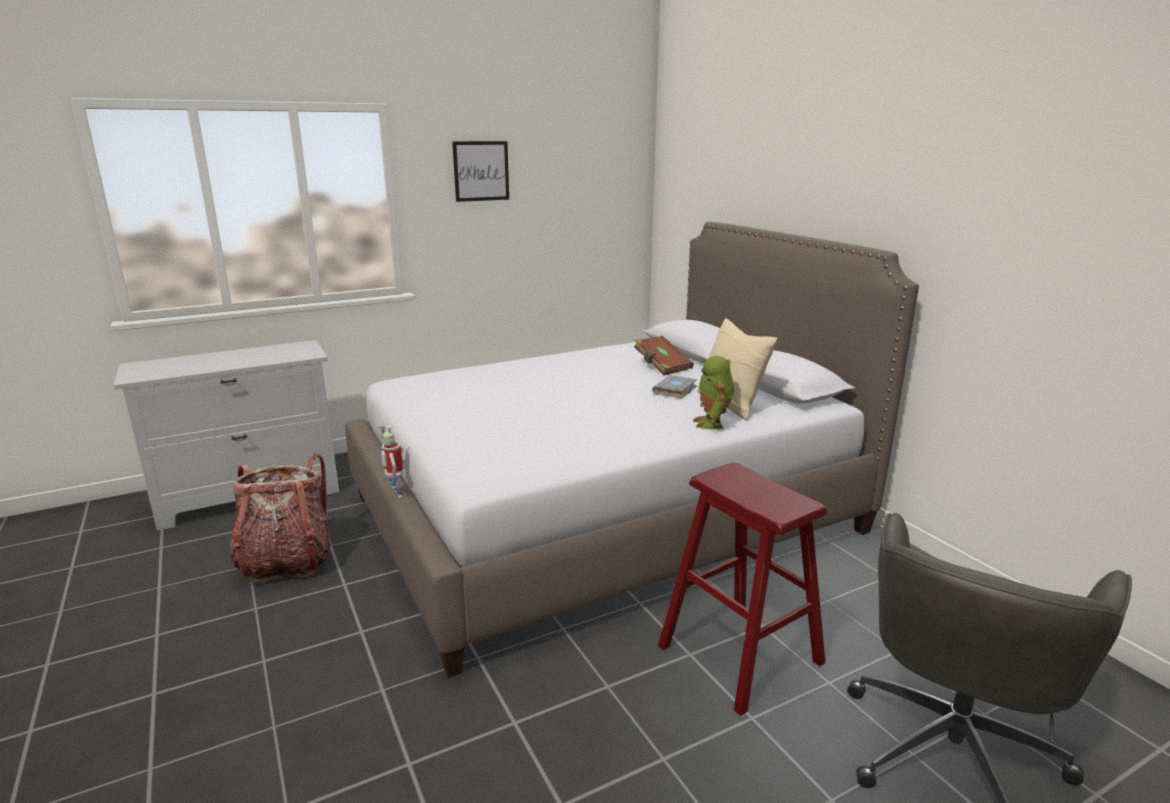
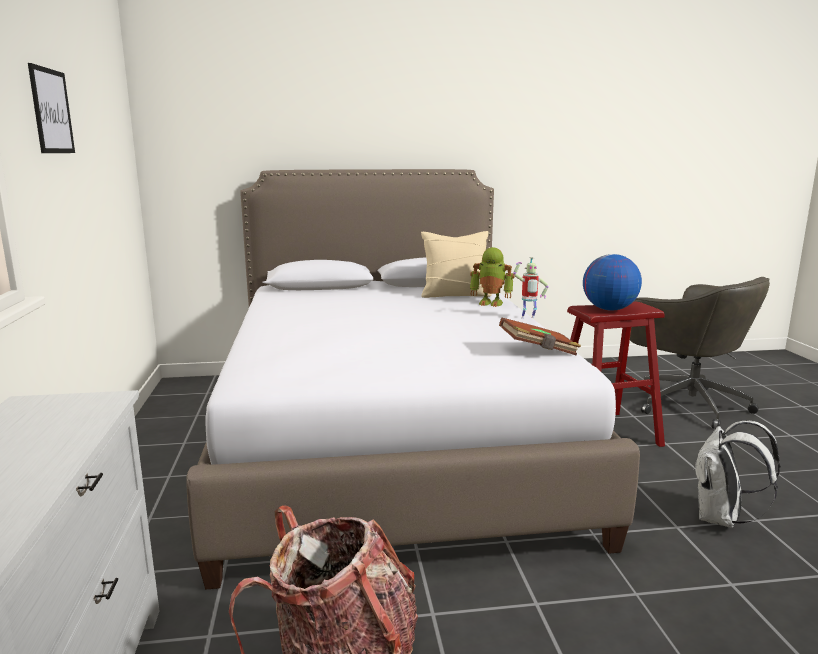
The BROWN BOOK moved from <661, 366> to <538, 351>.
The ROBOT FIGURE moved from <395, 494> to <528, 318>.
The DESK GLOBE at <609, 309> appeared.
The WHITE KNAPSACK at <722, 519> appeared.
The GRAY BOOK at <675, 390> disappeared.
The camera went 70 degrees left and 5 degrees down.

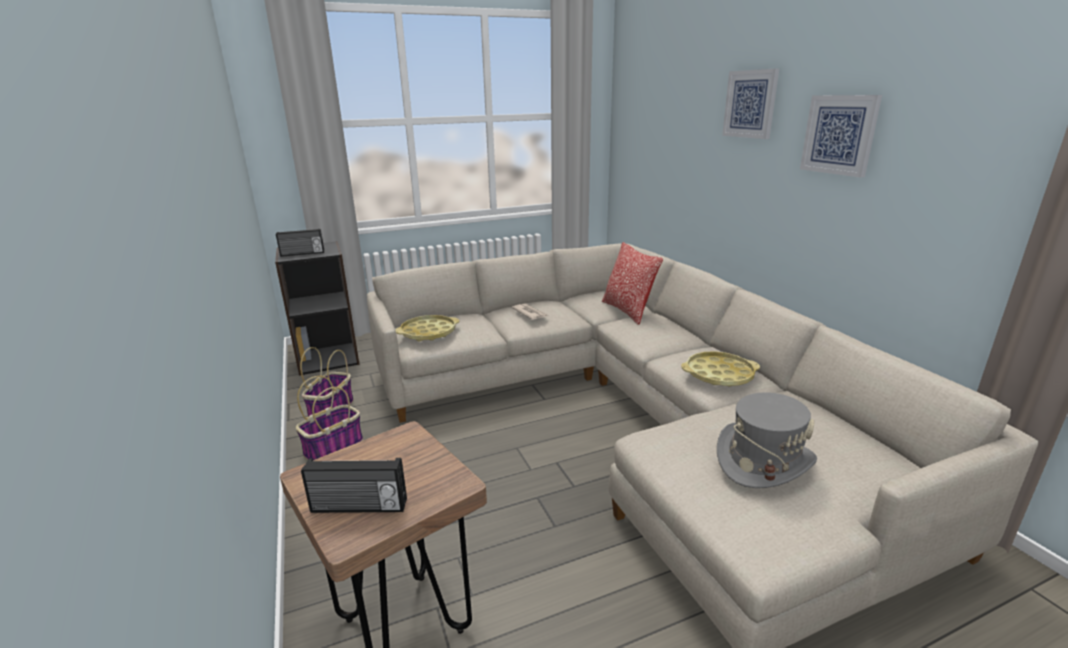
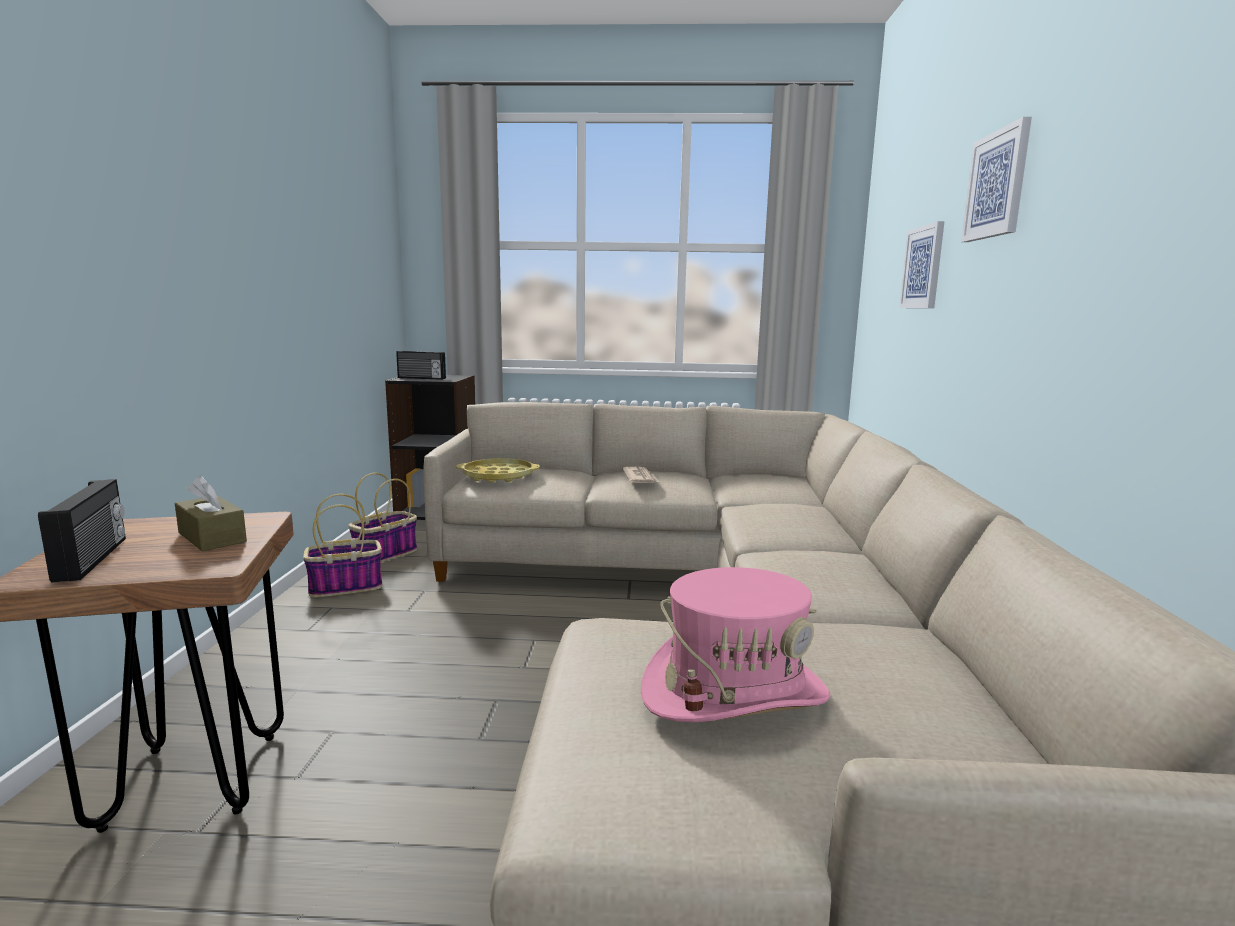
The RADIO RECEIVER at <359, 507> turned 135 degrees counterclockwise.
The BROWN TISSUE BOX at <212, 537> appeared.
The GRAY CLOTHING HAT at <763, 461> became the PINK-COLOURED CLOTHING HAT at <734, 692>.
The PICTURE moved from <839, 135> to <923, 267>.
The PILLOW at <628, 311> disappeared.
The YELLOW CARRYING TRAY at <719, 374> disappeared.
The camera went 25 degrees right and 10 degrees down.

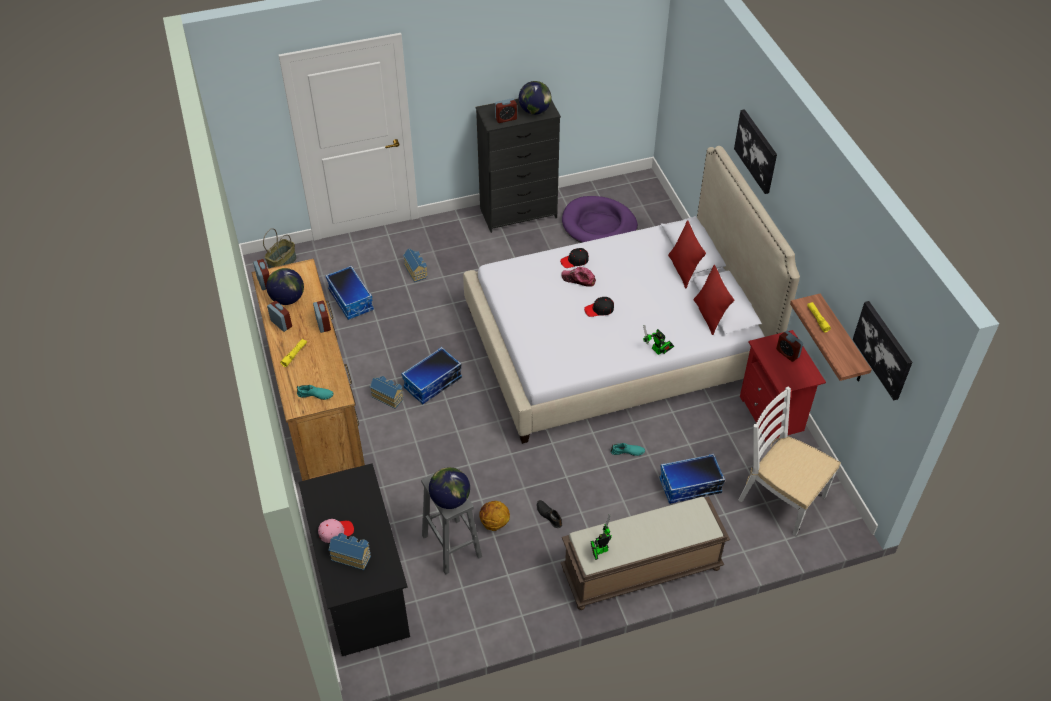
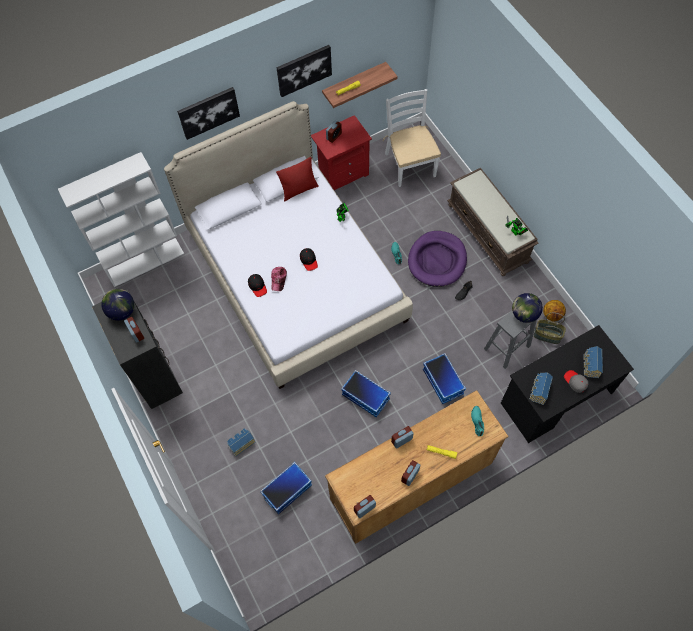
The WHITE SHELVING UNIT at <145, 262> appeared.
The PICTURE moved from <883, 349> to <304, 70>.
The WHITE PLAIN CHAIR at <781, 498> turned 135 degrees clockwise.
The PURPLISH DOG CUSHION moved from <599, 225> to <437, 260>.
The STORAGE BOX moved from <690, 486> to <443, 382>.
The MODEL HOUSE moved from <388, 396> to <538, 391>.
The STORAGE BASKET moved from <282, 263> to <547, 335>.
The BASKETBALL moved from <494, 523> to <552, 315>.
The PINK-COLOURED PEAKED CAP at <336, 531> became the GRAY PEAKED CAP at <575, 382>.
The DESK GLOBE at <288, 299> disappeared.
The RED-COLOURED PILLOW at <683, 270> disappeared.
The camera went 100 degrees left and 15 degrees up.

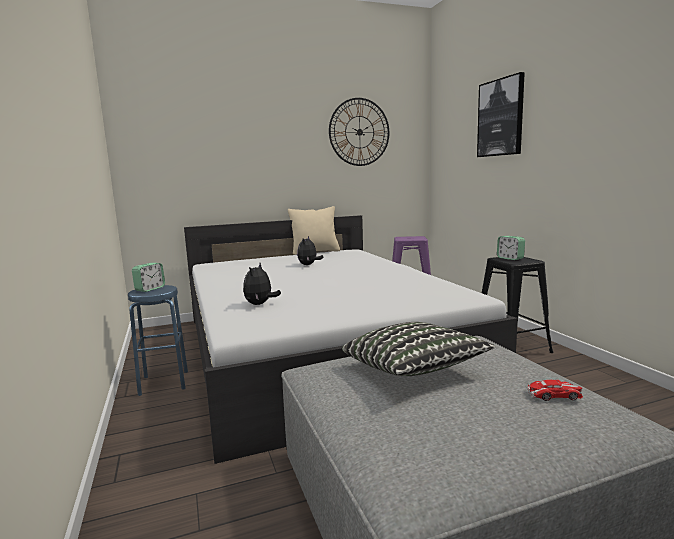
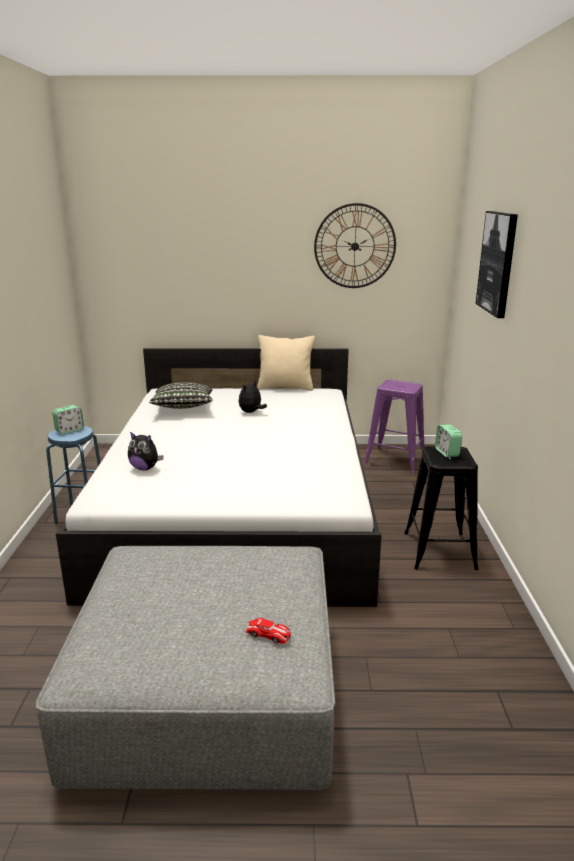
The CUDDLY TOY at <260, 304> turned 105 degrees counterclockwise.
The PILLOW moved from <413, 370> to <183, 408>.
The camera went 20 degrees right and 10 degrees up.

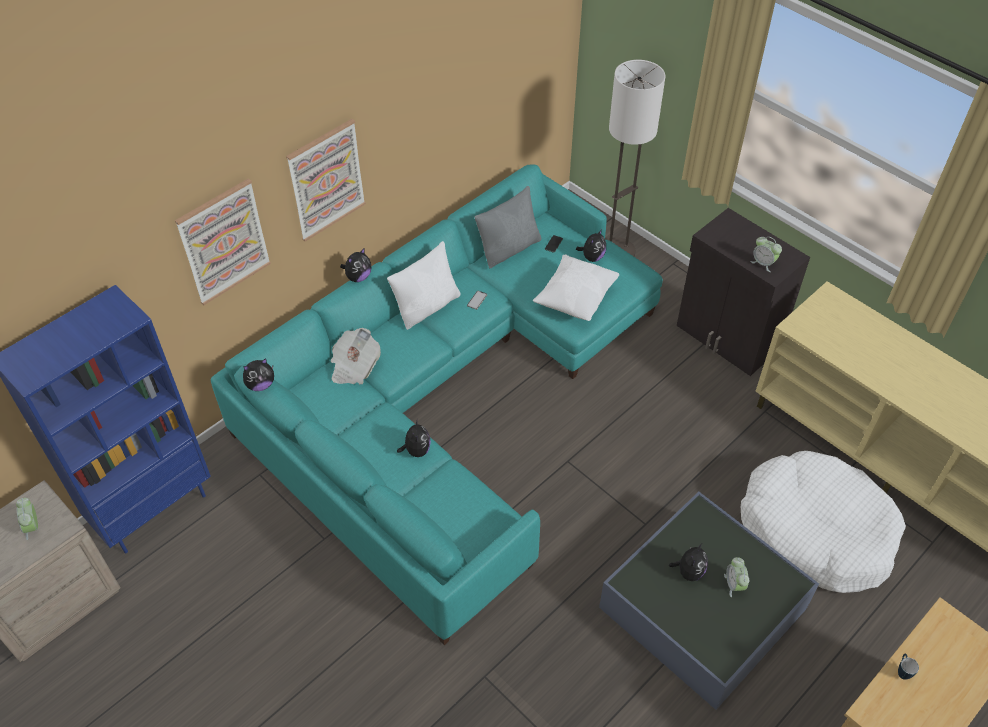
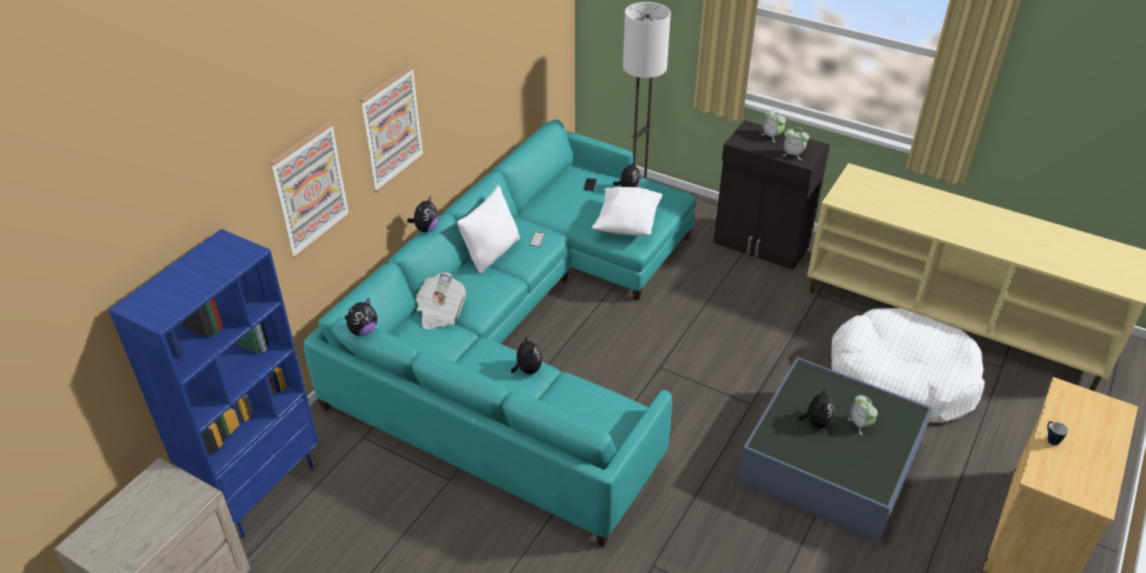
The BEDSIDE CLOCK moved from <33, 526> to <771, 136>.
The GRAY PILLOW at <509, 248> disappeared.
The camera went 15 degrees left and 10 degrees down.

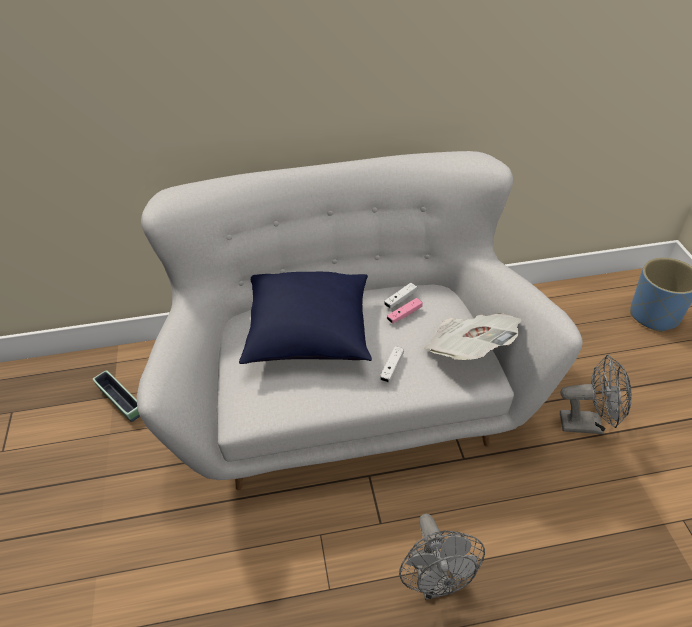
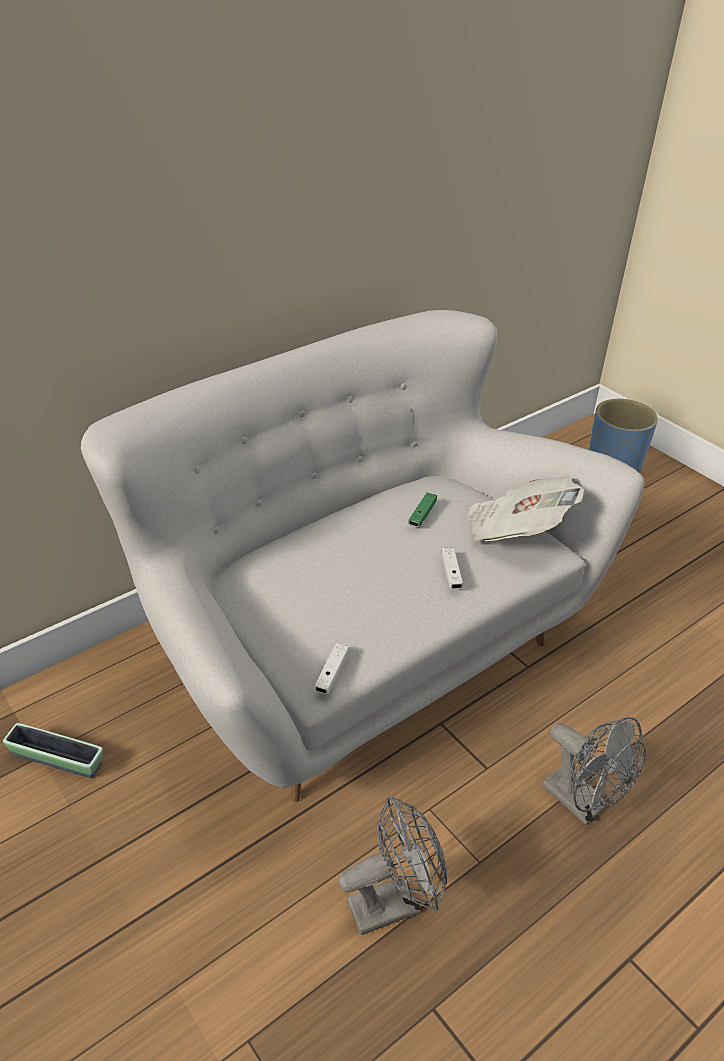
The WHITE JOYPAD moved from <400, 299> to <332, 673>.
The GRAY COOLING FAN moved from <588, 423> to <393, 903>.
The PINK-COLOURED JOYPAD at <404, 314> became the GREEN-COLOURED JOYPAD at <422, 515>.
The BLUE PILLOW at <308, 335> disappeared.
The camera went 30 degrees left and 5 degrees down.

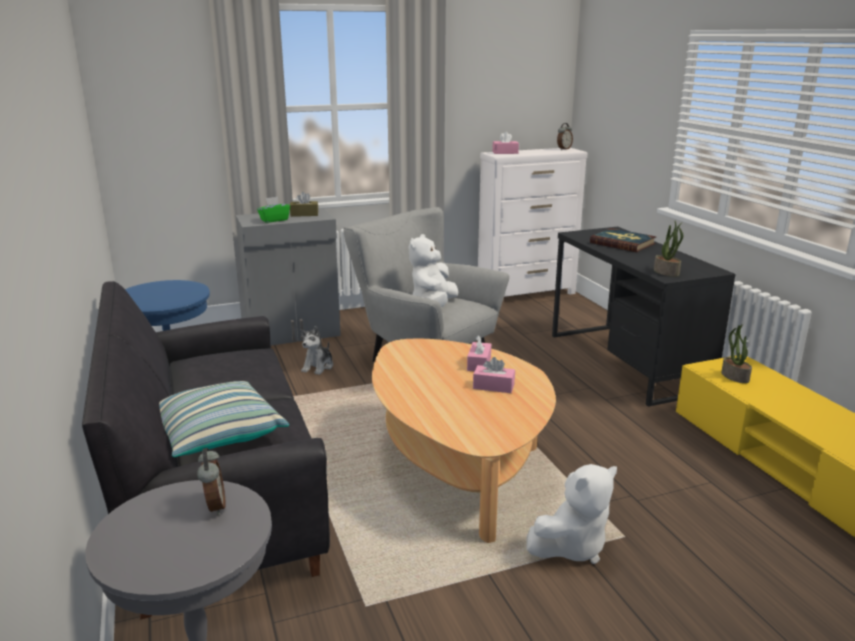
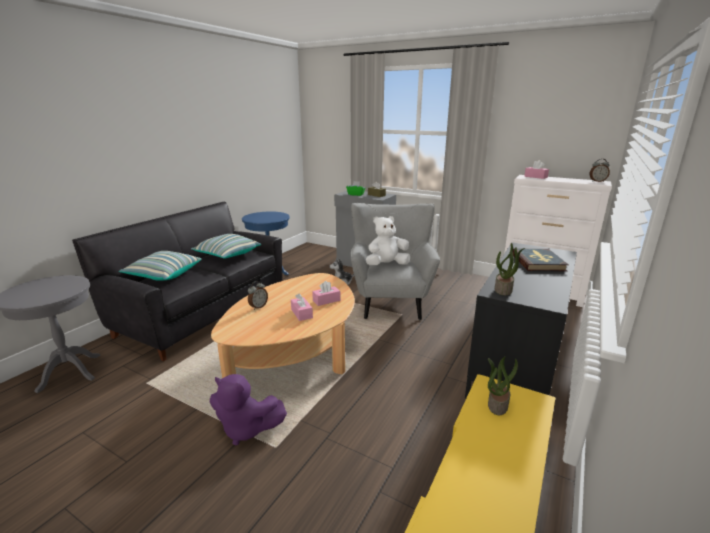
The PILLOW at <227, 255> appeared.
The WHITE CUDDLY TOY at <571, 547> became the PURPLISH CUDDLY TOY at <246, 429>.
The BEDSIDE CLOCK moved from <214, 506> to <258, 307>.
The camera went 50 degrees right and 0 degrees up.

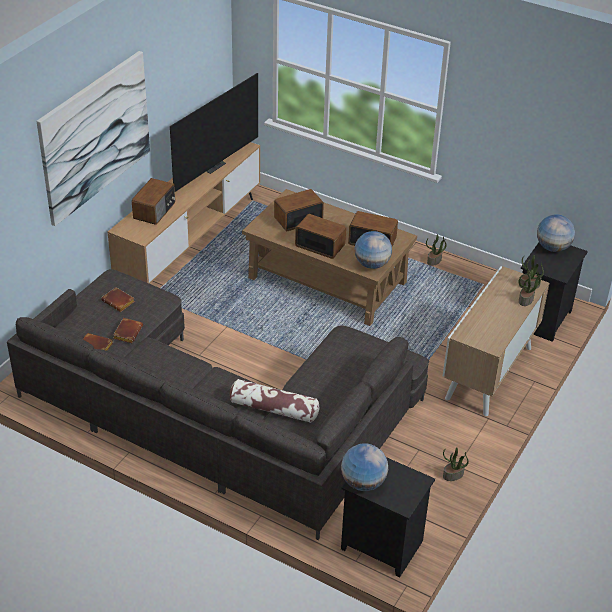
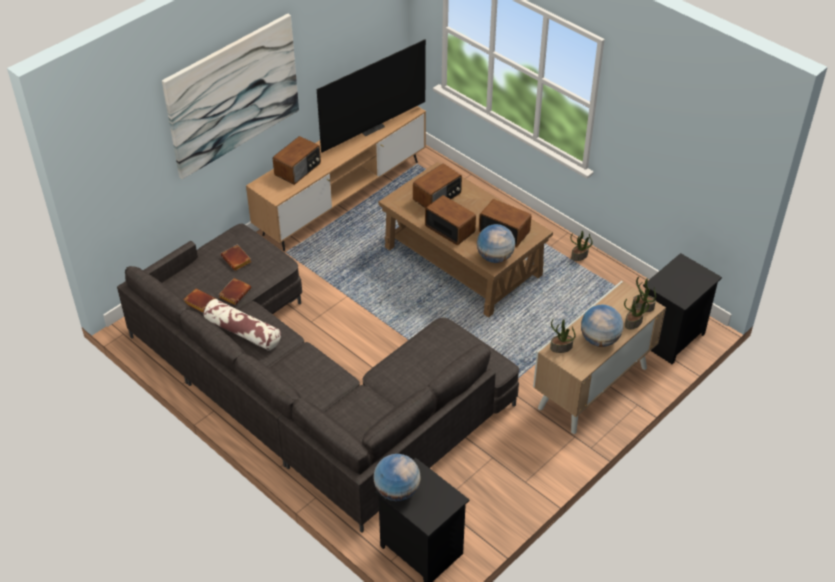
The PILLOW moved from <274, 409> to <242, 332>.
The RADIO RECEIVER at <298, 219> turned 150 degrees clockwise.
The HOUSEPLANT moved from <453, 475> to <561, 347>.
The DESK GLOBE moved from <553, 248> to <600, 339>.
The camera went 15 degrees right and 5 degrees up.

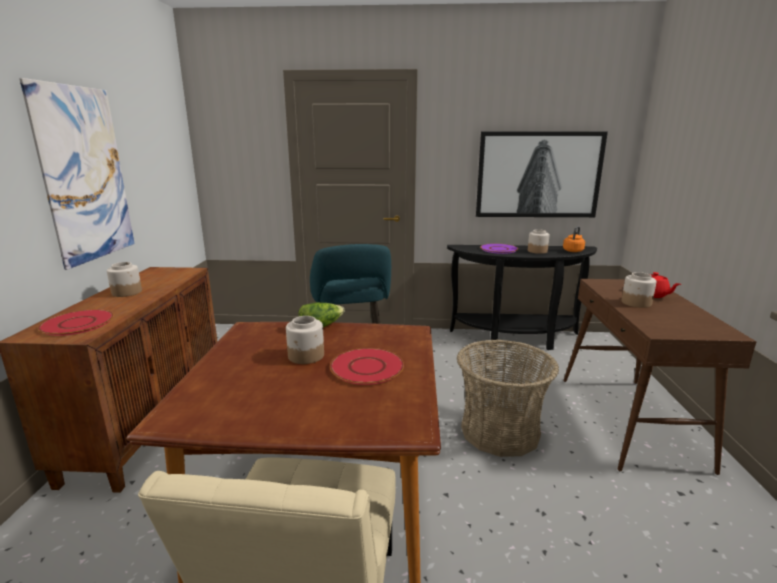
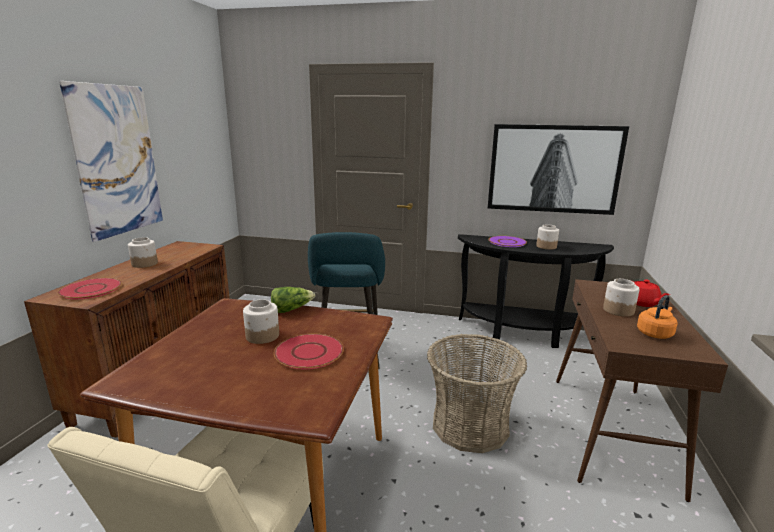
The ORANGEY WATER KETTLE moved from <573, 250> to <655, 333>.
The camera went 10 degrees right and 0 degrees up.

